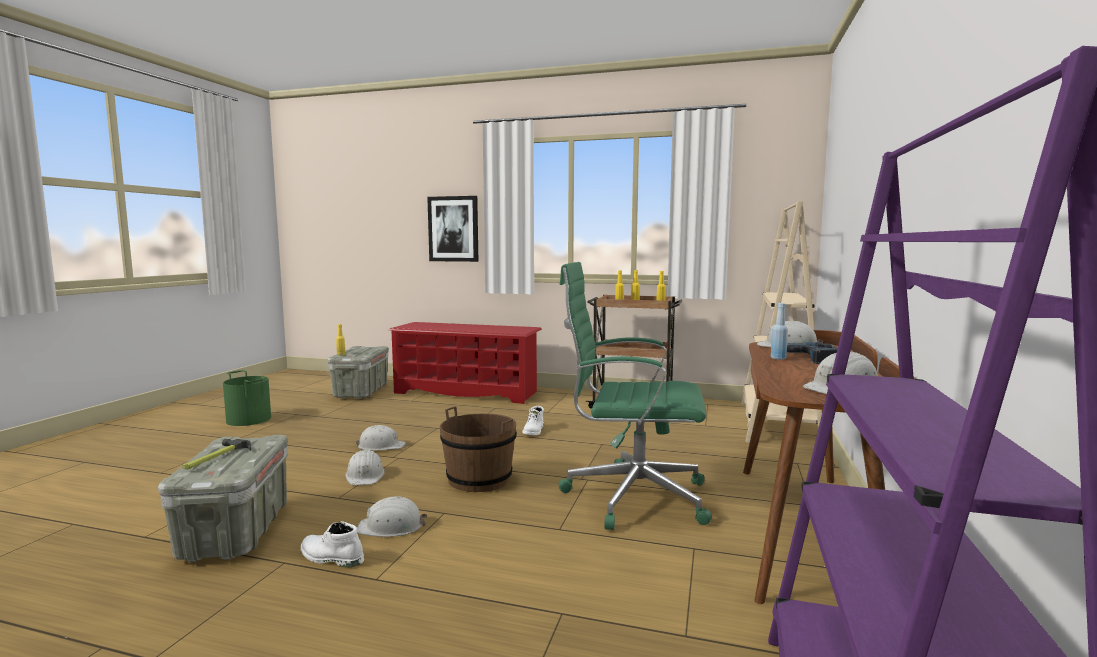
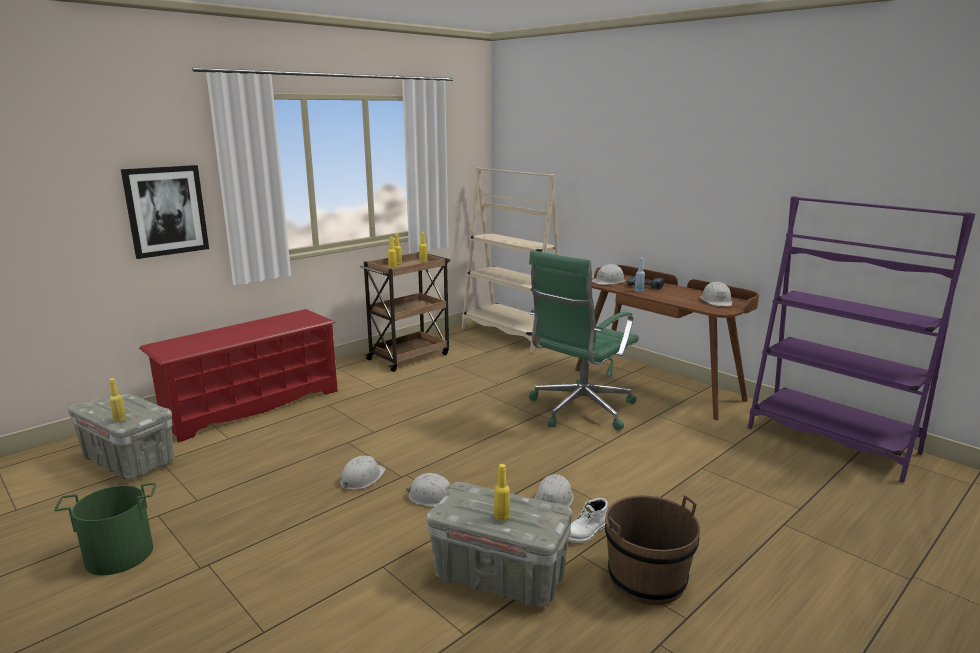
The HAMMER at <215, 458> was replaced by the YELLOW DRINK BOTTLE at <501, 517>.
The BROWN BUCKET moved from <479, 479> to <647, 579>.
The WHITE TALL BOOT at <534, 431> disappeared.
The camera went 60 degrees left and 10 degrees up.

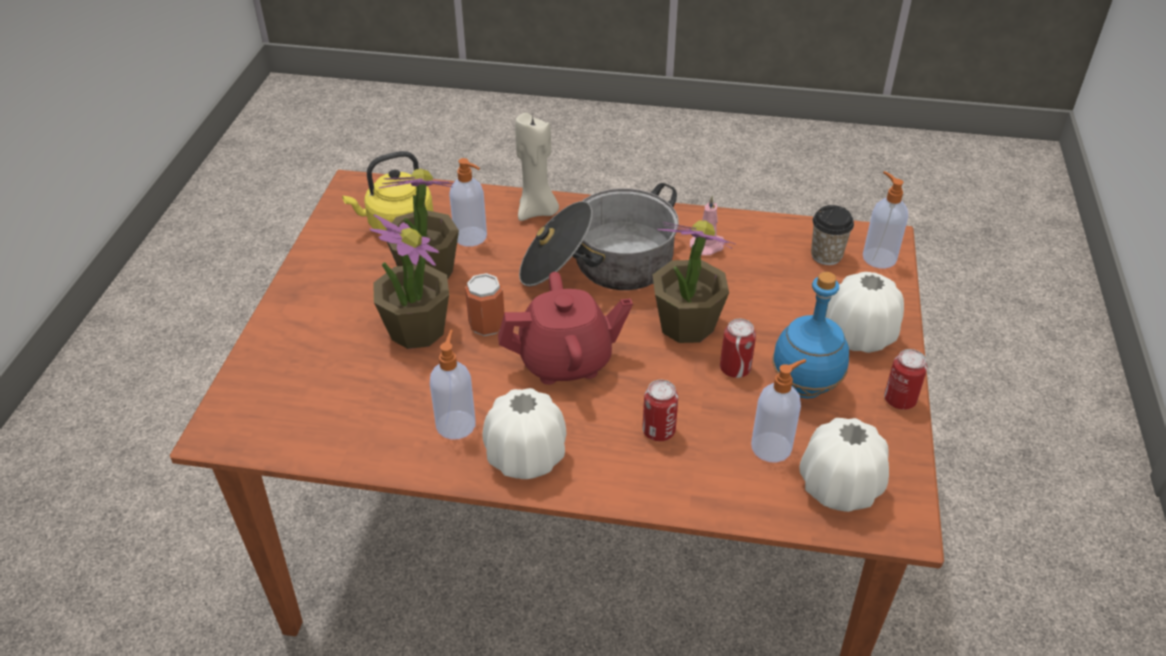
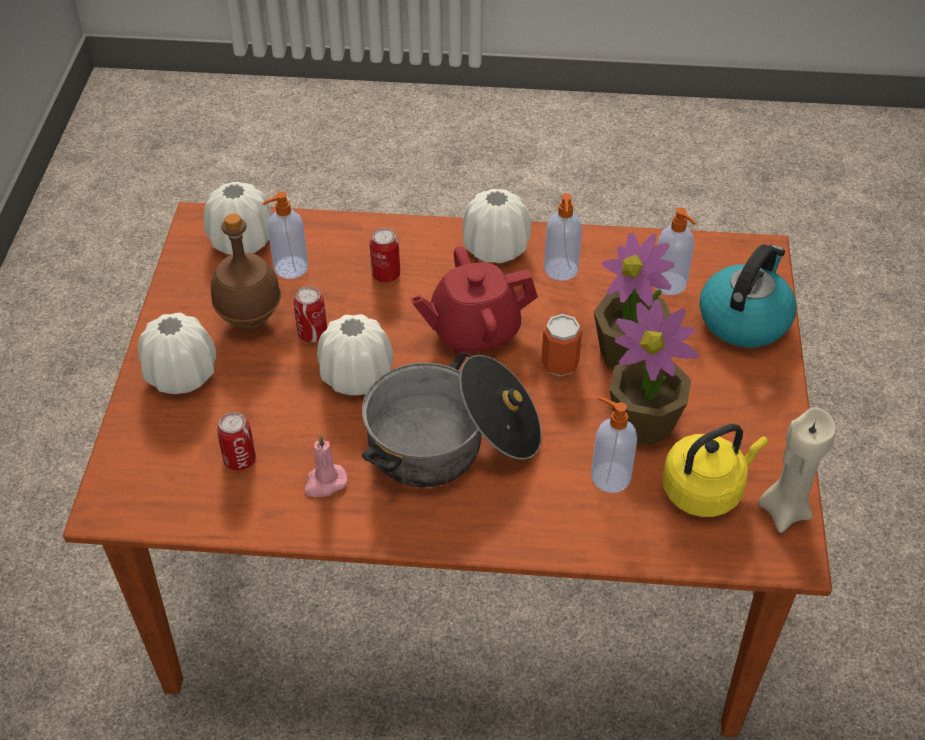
The BLUE DRINK BOTTLE at <804, 388> became the BROWN DRINK BOTTLE at <251, 319>.
The METAL CAN moved from <899, 400> to <240, 460>.
The HOUSEPLANT at <686, 325> was replaced by the WHITE VASE at <357, 376>.
The SOAP BOTTLE moved from <878, 257> to <670, 284>.
The WATER KETTLE at <744, 319> appeared.
The SAND-COLOURED WAX CANDLE moved from <537, 211> to <784, 510>.
The DRINKING CUP at <826, 255> disappeared.
The camera went 175 degrees right and 5 degrees up.

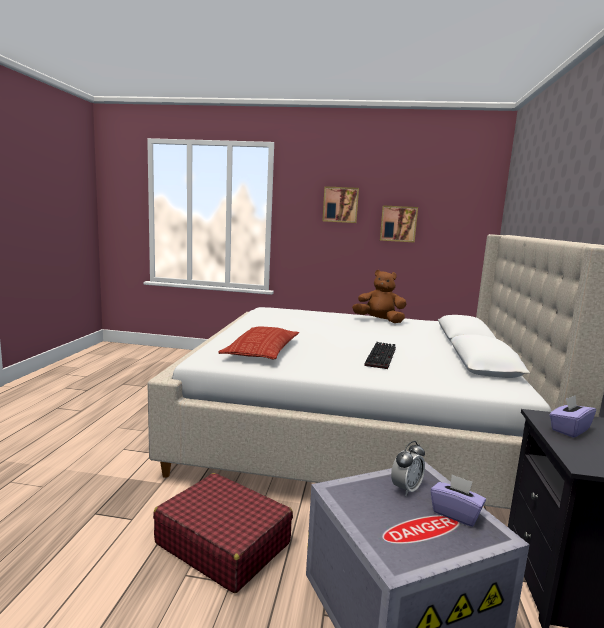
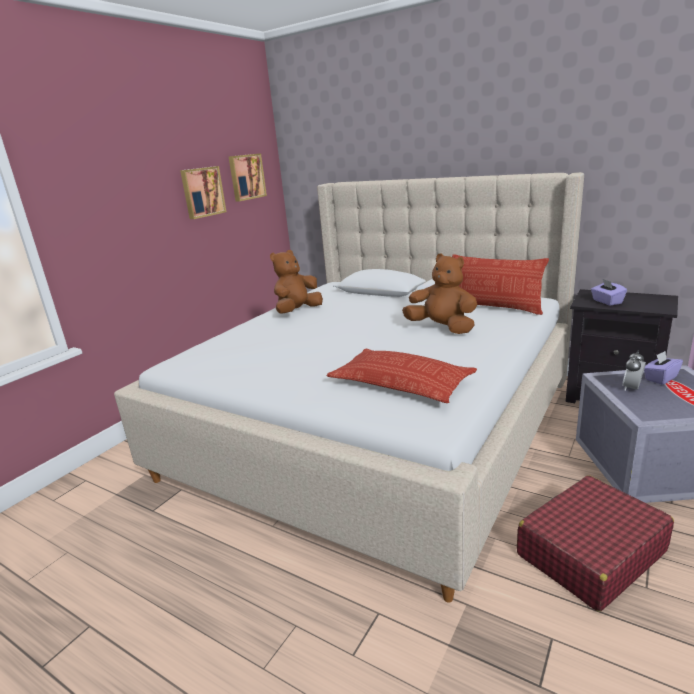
The PICTURE moved from <340, 204> to <246, 177>.
The COMPUTER KEYBOARD at <382, 357> was replaced by the BROWN CUDDLY TOY at <442, 328>.
The PILLOW at <494, 308> appeared.
The BEDSIDE CLOCK at <406, 489> turned 120 degrees counterclockwise.
The camera went 65 degrees left and 10 degrees up.

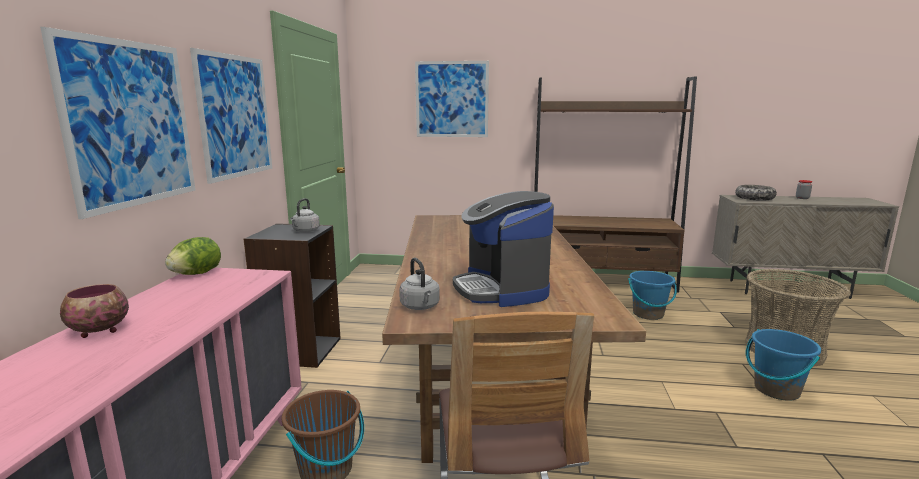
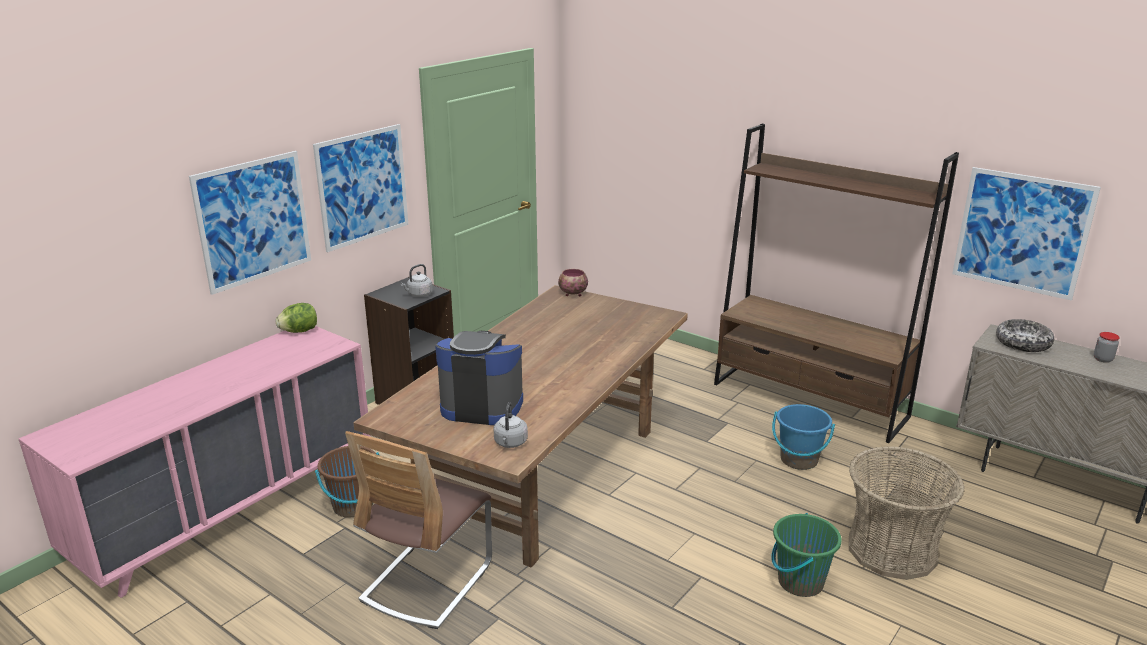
The COFFEE MAKER at <502, 289> turned 90 degrees clockwise.
The GRAY WATER KETTLE moved from <420, 307> to <510, 443>.
The DEEP DISH moved from <98, 331> to <572, 294>.
The BLUE BUCKET at <776, 390> became the GREEN-COLOURED BUCKET at <800, 582>.
The PICTURE moved from <452, 99> to <1022, 232>.
The camera went 30 degrees right and 10 degrees up.

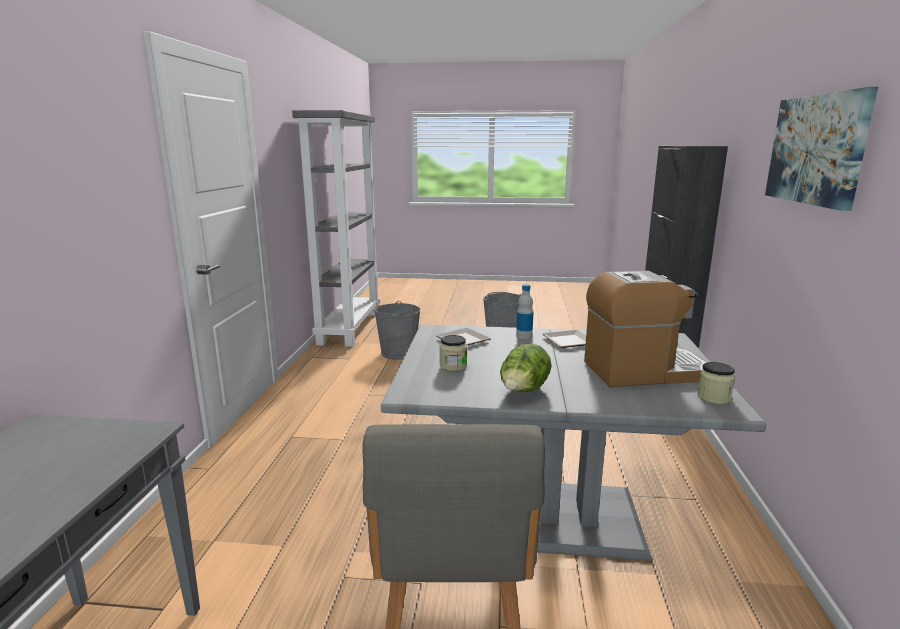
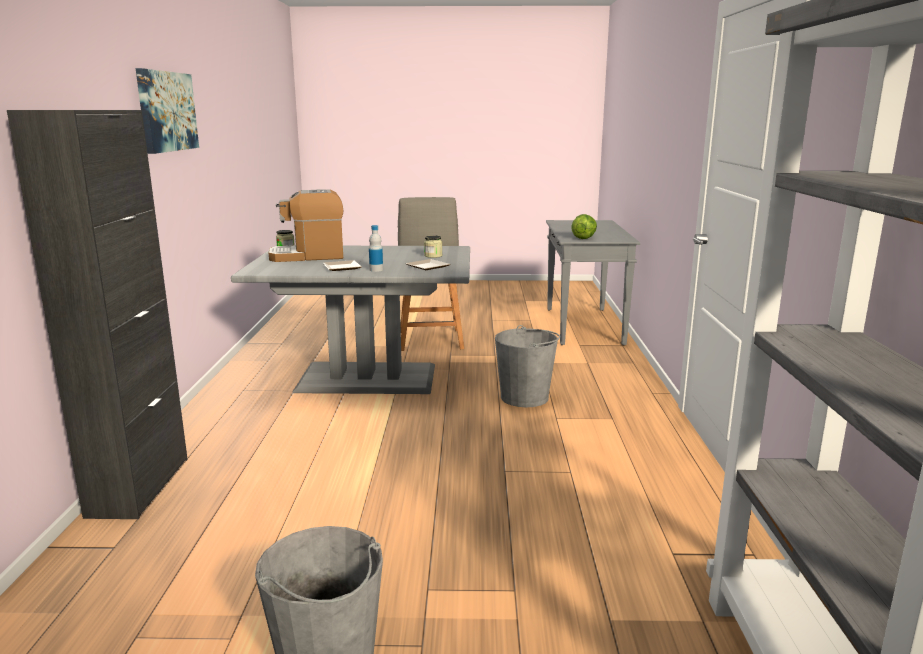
The GRAY BUCKET moved from <398, 353> to <525, 397>.
The HEAD OF LETTUCE moved from <523, 392> to <583, 238>.
The camera went 175 degrees right and 0 degrees up.

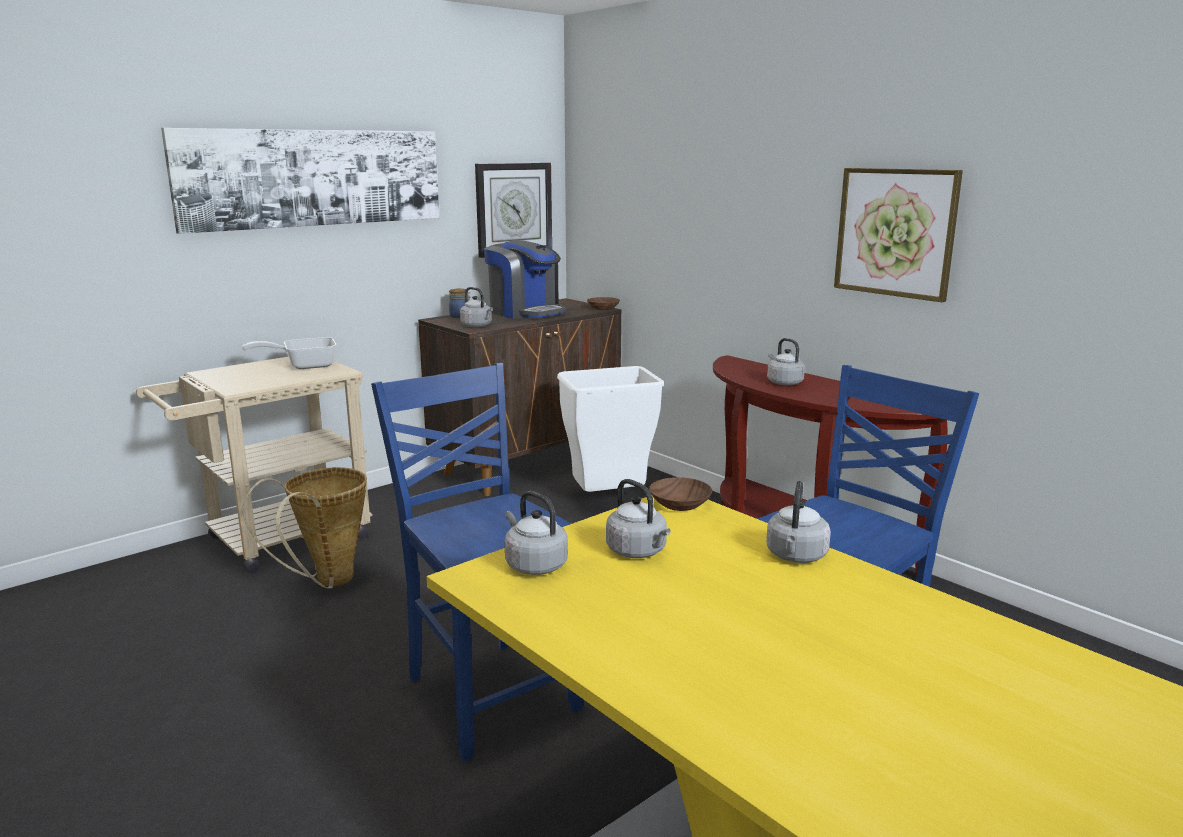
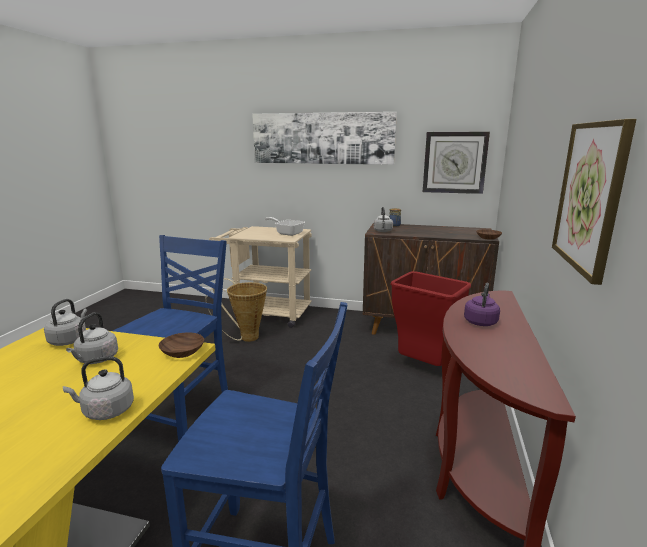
The WHITE WASTE BIN at <609, 500> became the RED-COLOURED WASTE BIN at <424, 367>.
The GRAY WATER KETTLE at <783, 382> became the PURPLISH WATER KETTLE at <480, 321>.
The COFFEE MAKER at <525, 312> disappeared.
The camera went 55 degrees right and 0 degrees up.

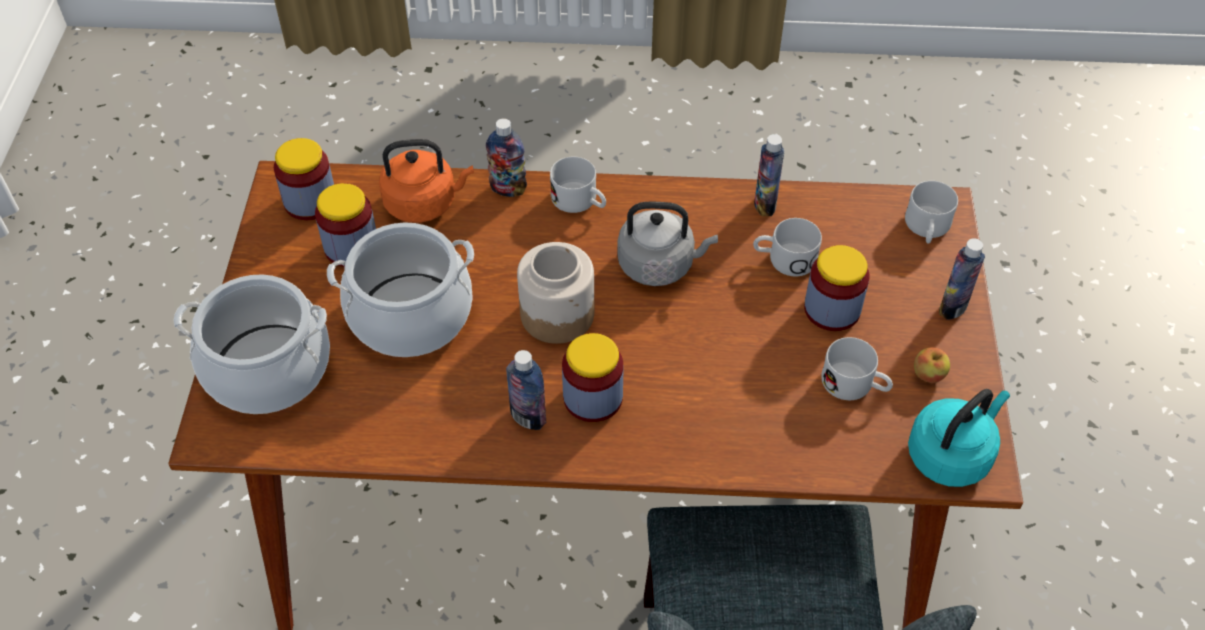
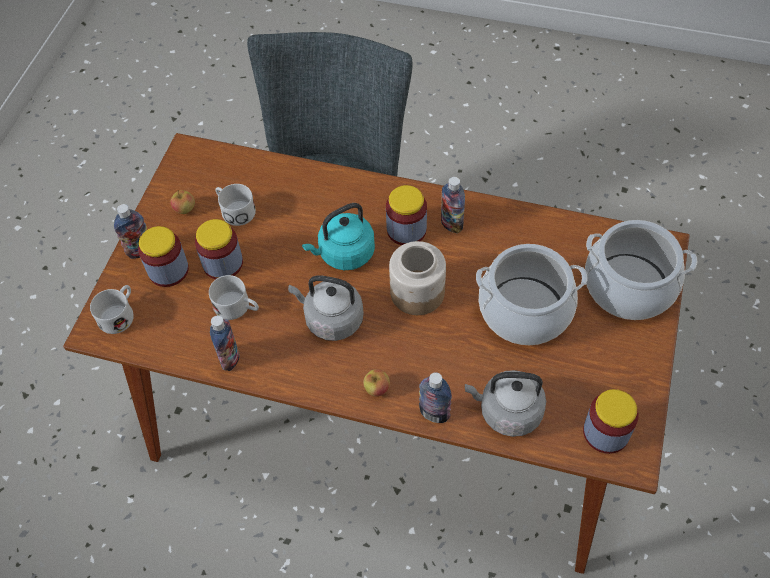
The STORAGE JAR moved from <351, 247> to <168, 270>.
The TURQUOISE-COLOURED WATER KETTLE moved from <951, 454> to <344, 254>.
The WHITE TEA MUG at <580, 202> was replaced by the APPLE FRUIT at <377, 389>.
The ORANGEY WATER KETTLE at <424, 203> became the GRAY WATER KETTLE at <507, 412>.
The camera went 165 degrees left and 5 degrees up.

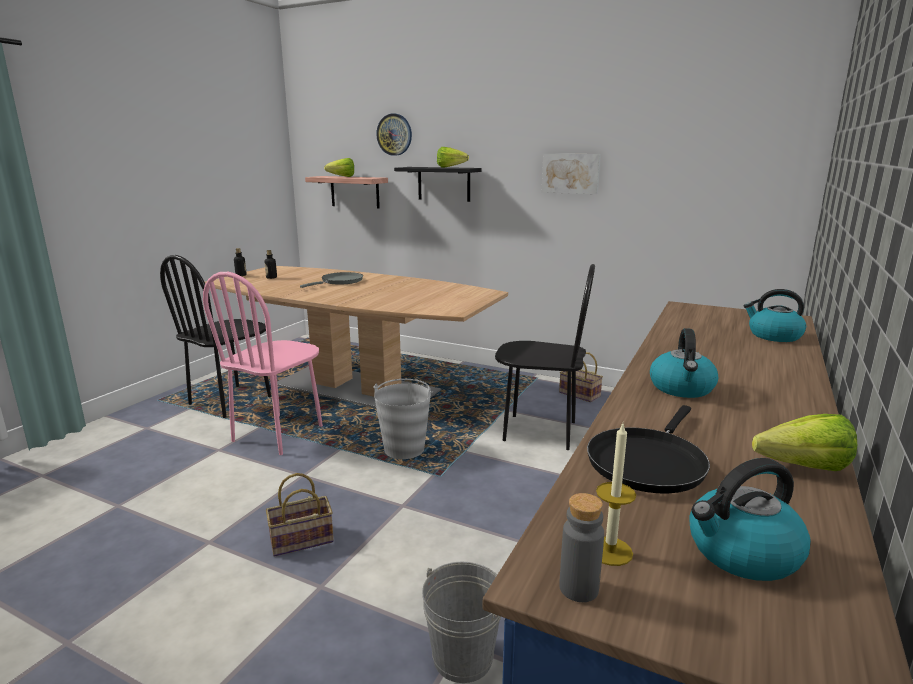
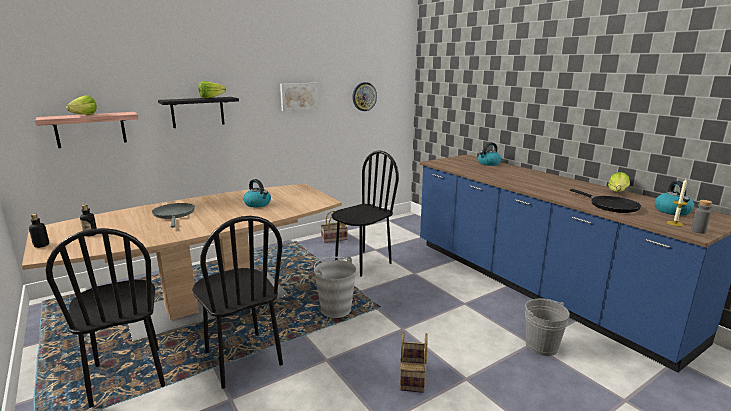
The PINK-COLOURED PLAIN CHAIR at <278, 434> became the BLACK PLAIN CHAIR at <242, 359>.
The WATER KETTLE moved from <682, 388> to <258, 204>.
The CLOCK ON THE WALL moved from <394, 134> to <364, 96>.
The camera went 60 degrees left and 0 degrees up.

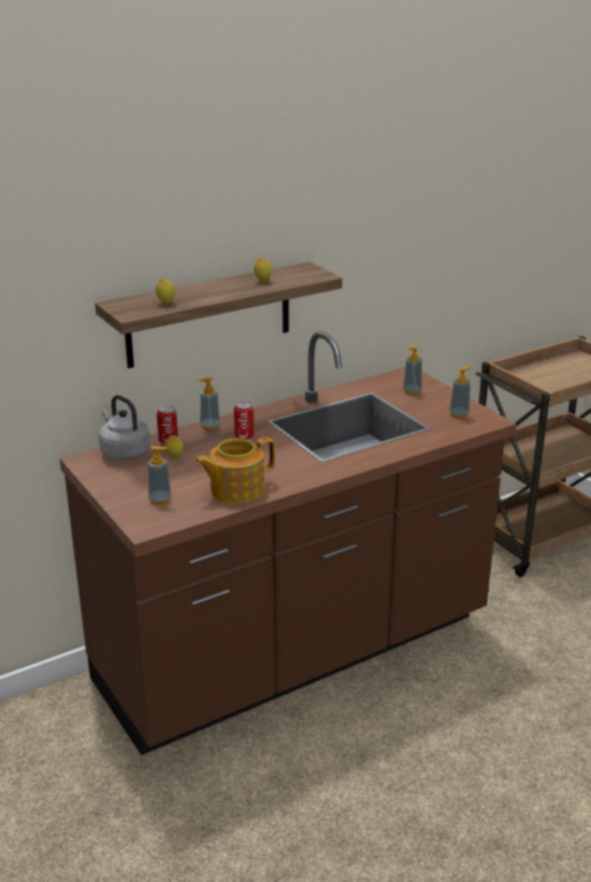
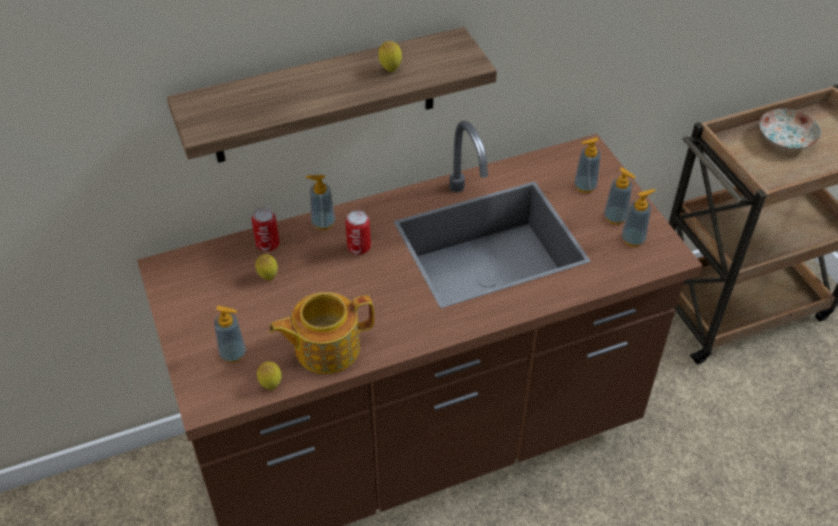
The WHOLE LEMON moved from <166, 303> to <271, 385>.
The SOAP BOTTLE at <615, 217> appeared.
The PLATE at <785, 139> appeared.
The GRAY WATER KETTLE at <124, 452> disappeared.
The camera went 10 degrees right and 20 degrees up.

